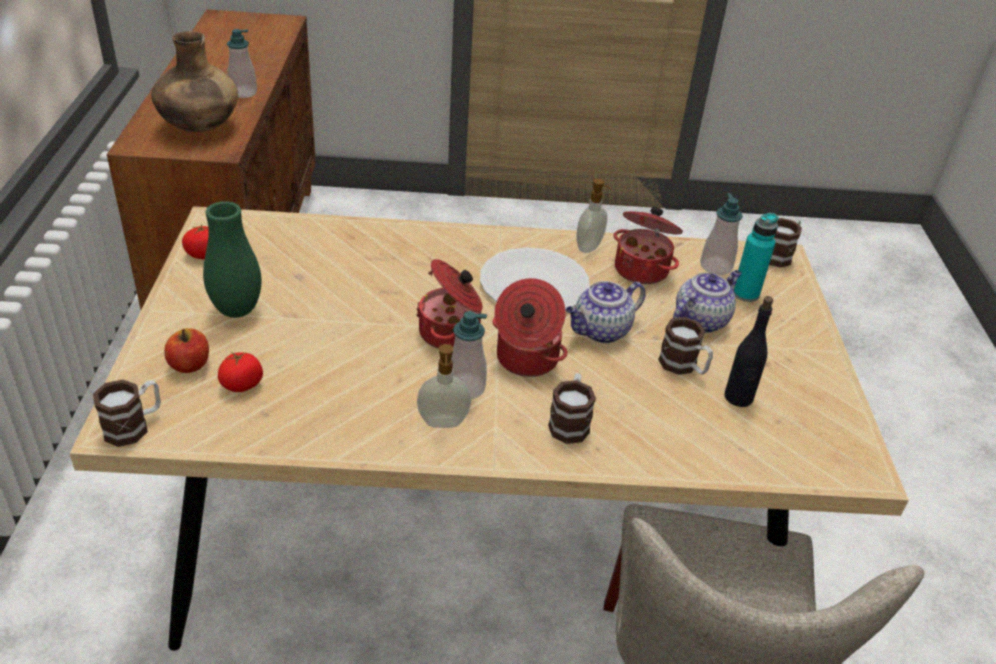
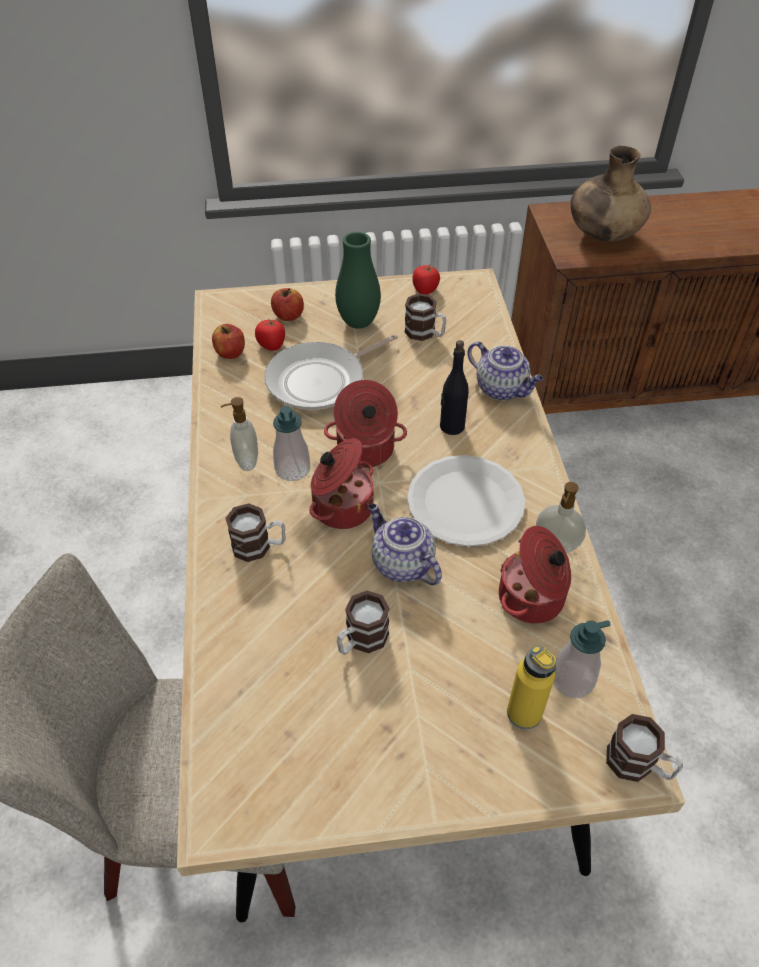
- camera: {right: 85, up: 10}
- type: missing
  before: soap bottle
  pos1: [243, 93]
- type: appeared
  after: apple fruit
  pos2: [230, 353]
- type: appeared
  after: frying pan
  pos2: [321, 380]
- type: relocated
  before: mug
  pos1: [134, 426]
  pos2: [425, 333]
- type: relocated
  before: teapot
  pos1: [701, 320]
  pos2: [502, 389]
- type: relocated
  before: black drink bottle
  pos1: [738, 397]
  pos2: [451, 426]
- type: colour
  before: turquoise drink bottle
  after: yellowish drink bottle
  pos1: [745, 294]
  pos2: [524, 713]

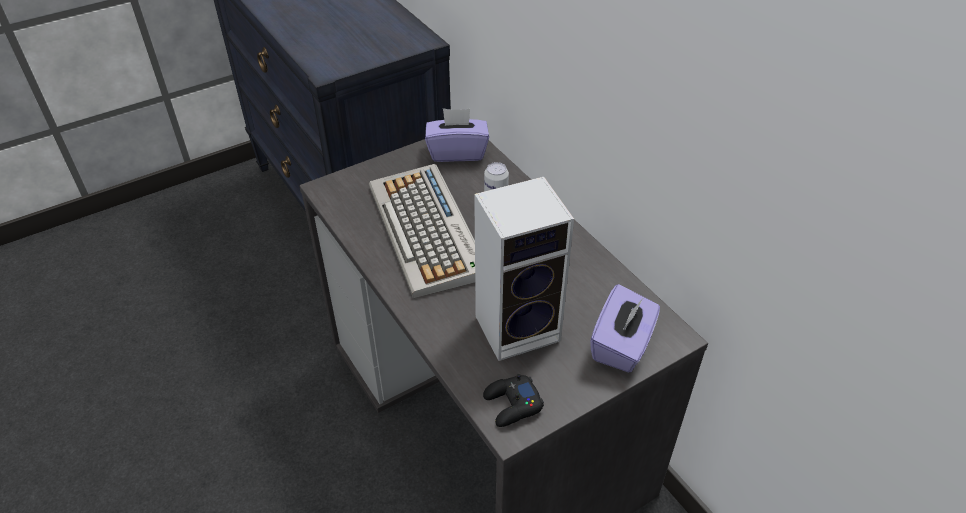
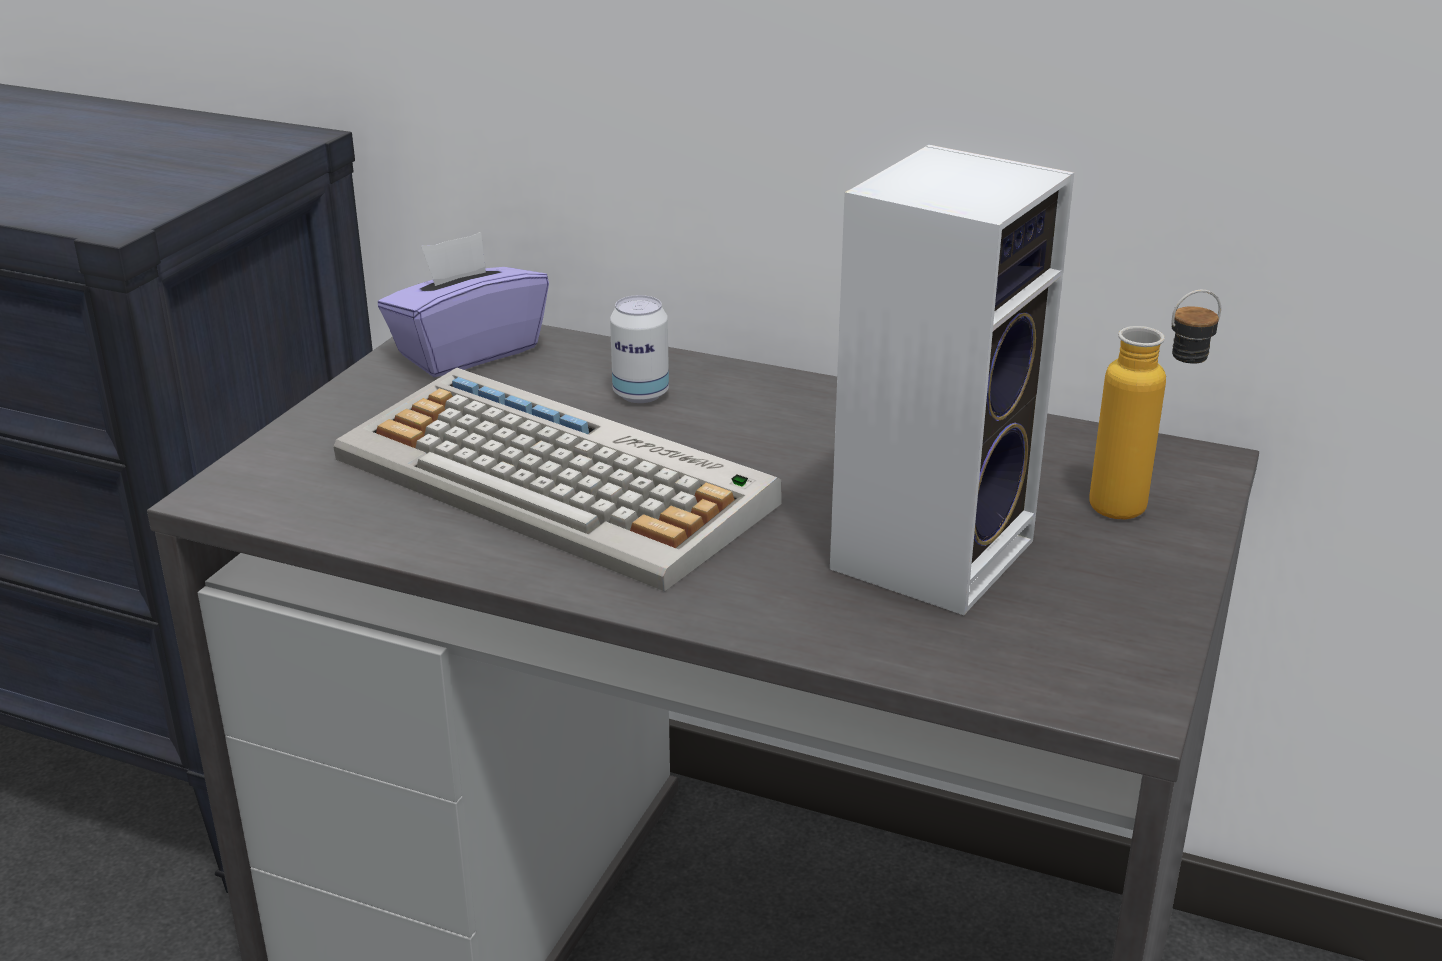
- camera: {right: -35, up: -15}
- type: missing
  before: black gamepad
  pos1: [512, 405]
- type: exchanged
  before: purple-coloured tissue holder
  after: drink bottle
  pos1: [622, 345]
  pos2: [1140, 505]

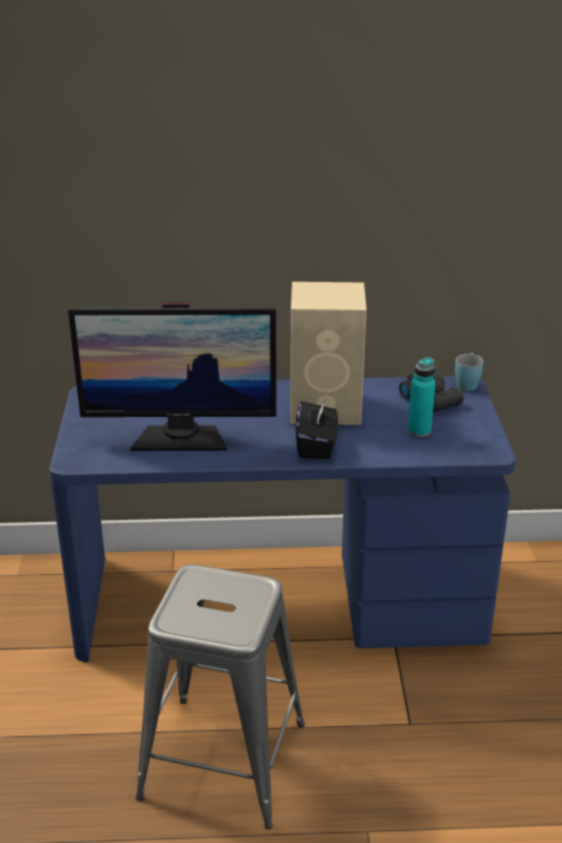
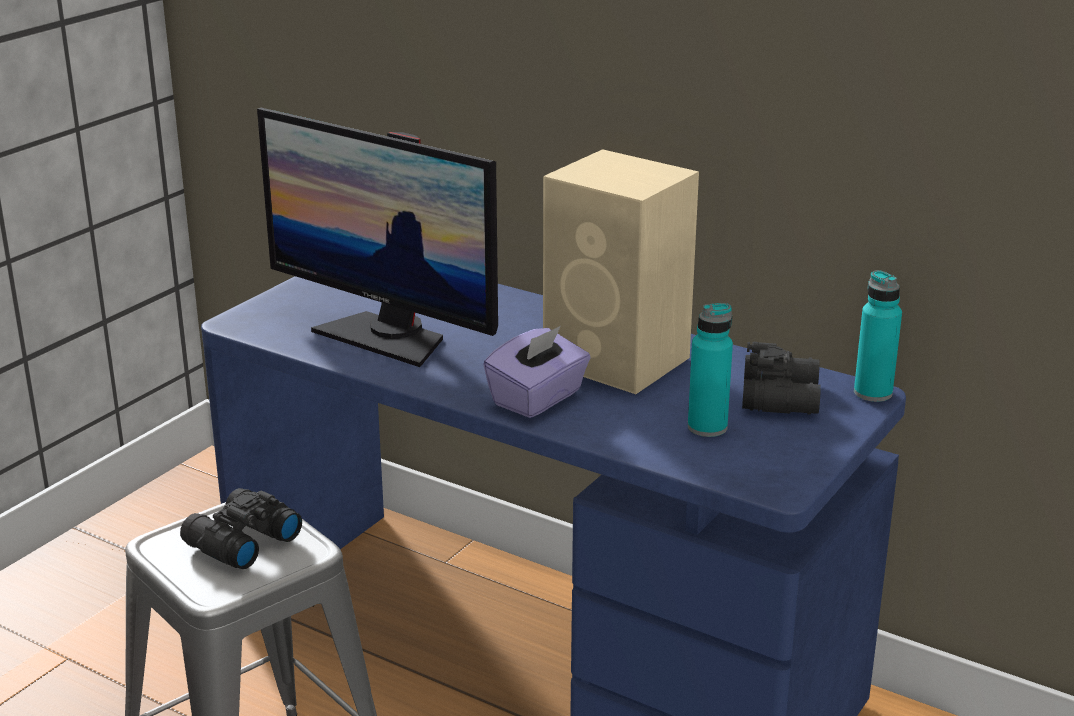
- camera: {right: 35, up: -5}
- type: appeared
  after: black binoculars
  pos2: [239, 542]
- type: exchanged
  before: blue mug
  after: turquoise drink bottle
  pos1: [467, 383]
  pos2: [873, 393]
- type: colour
  before: black tissue holder
  after: purple-coloured tissue holder
  pos1: [316, 446]
  pos2: [538, 398]

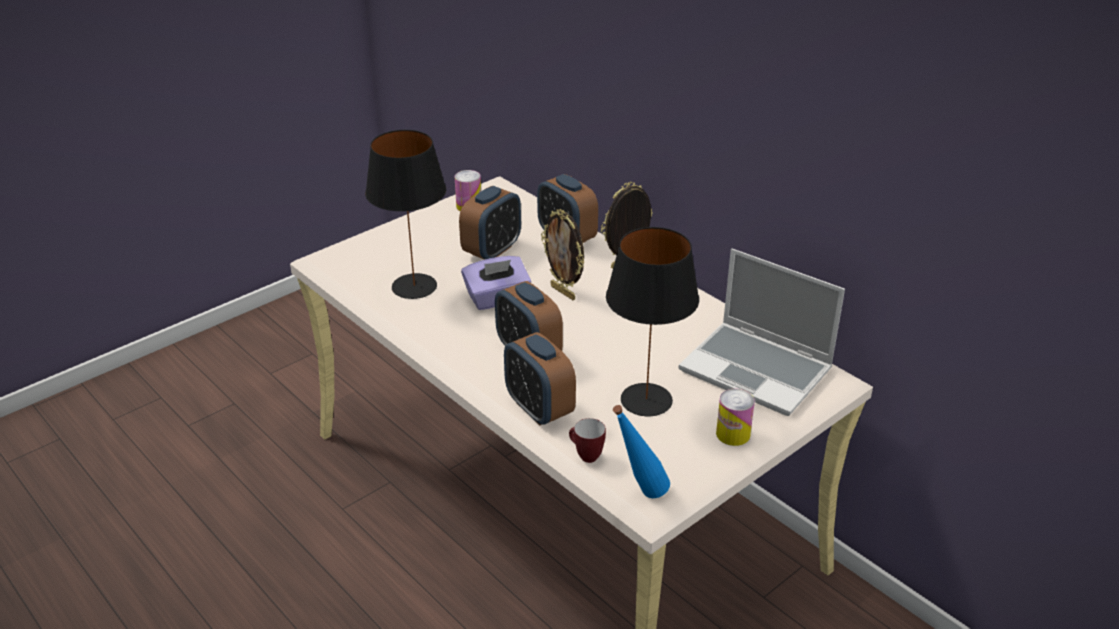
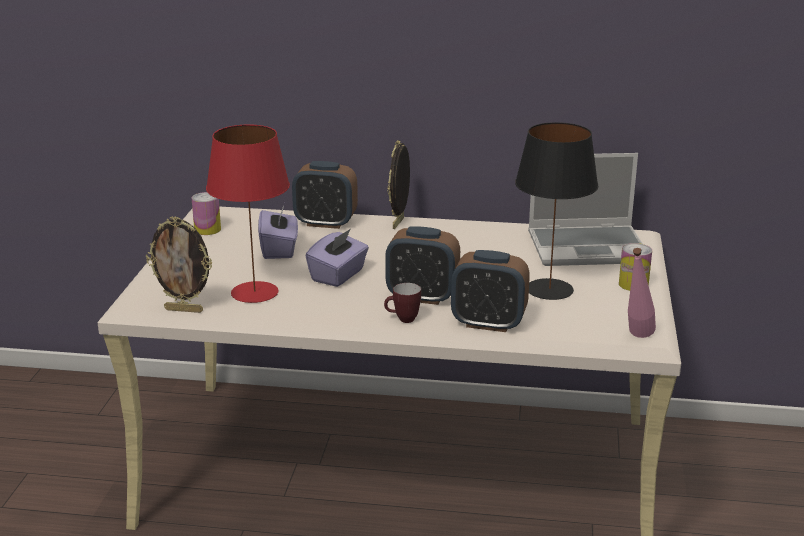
- camera: {right: -40, up: -10}
- type: relocated
  before: picture frame
  pos1: [564, 292]
  pos2: [184, 310]
- type: relocated
  before: mug
  pos1: [585, 456]
  pos2: [402, 320]
- type: exchanged
  before: alarm clock
  after: purple-coloured tissue holder
  pos1: [492, 250]
  pos2: [279, 249]
- type: colour
  before: black lamp for a table
  after: reddish lamp for a table
  pos1: [413, 287]
  pos2: [254, 293]
- type: colour
  before: blue drink bottle
  after: pink drink bottle
  pos1: [639, 494]
  pos2: [636, 338]

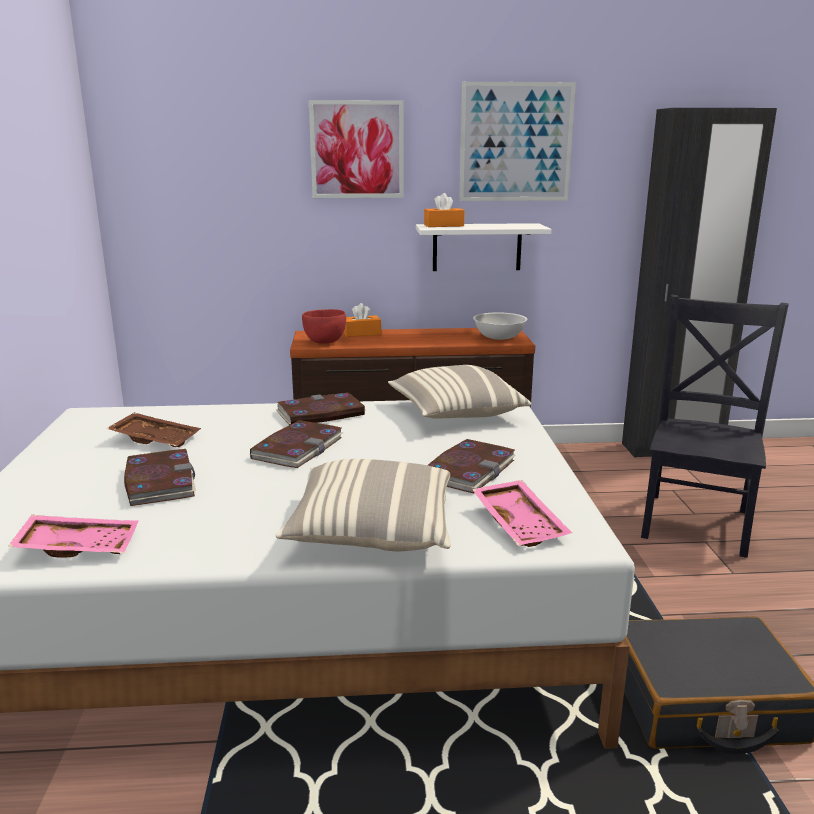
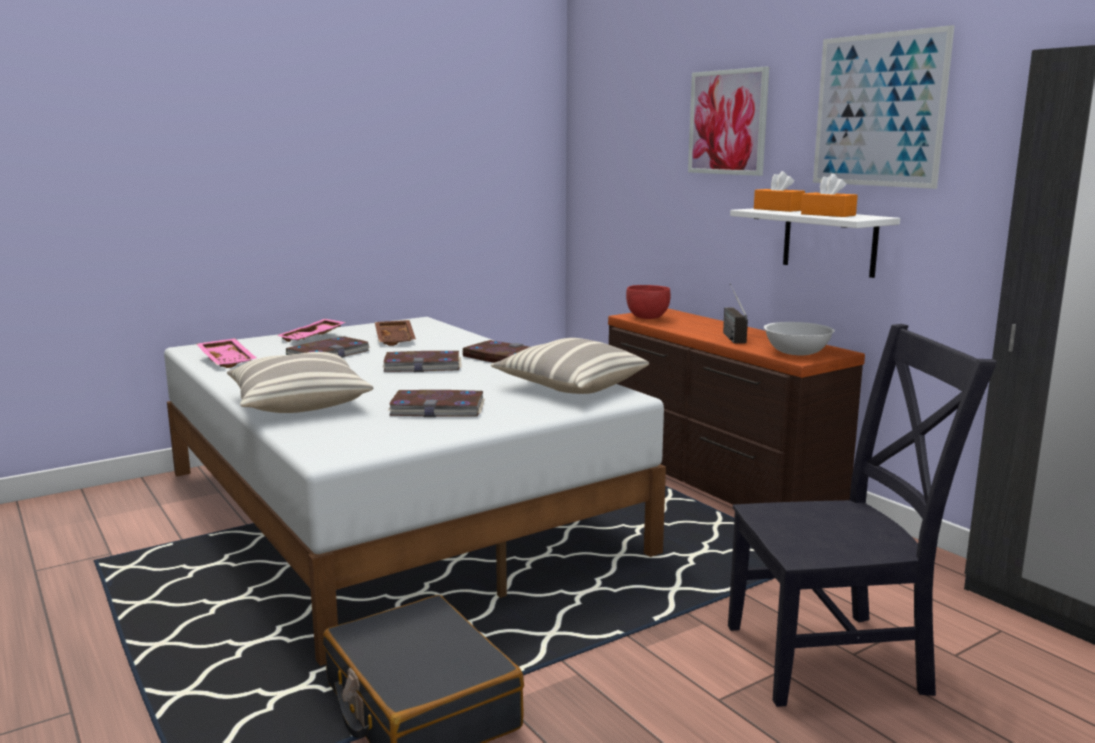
- camera: {right: 60, up: -5}
- type: appeared
  after: radio set
  pos2: [729, 334]
- type: relocated
  before: orangey tissue holder
  pos1: [362, 333]
  pos2: [828, 215]
- type: relocated
  before: pink carrying tray
  pos1: [521, 523]
  pos2: [313, 338]

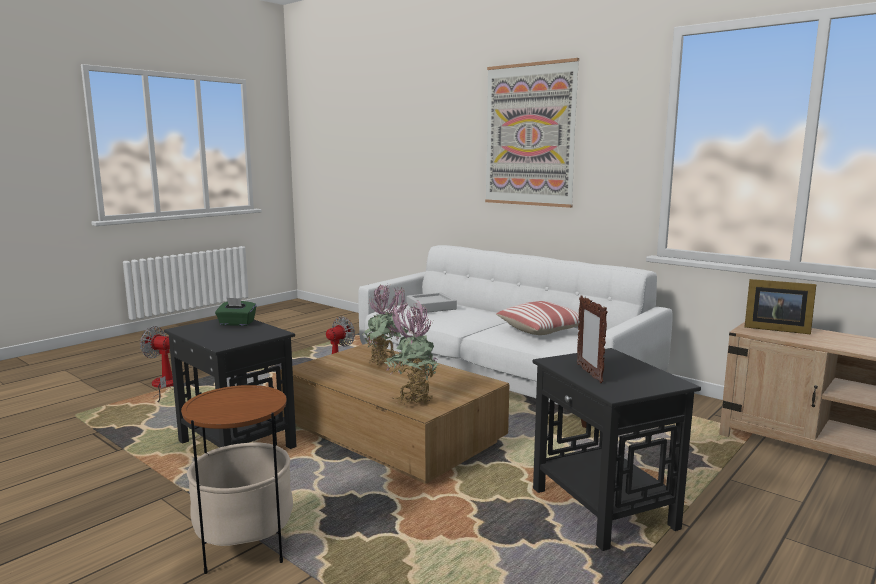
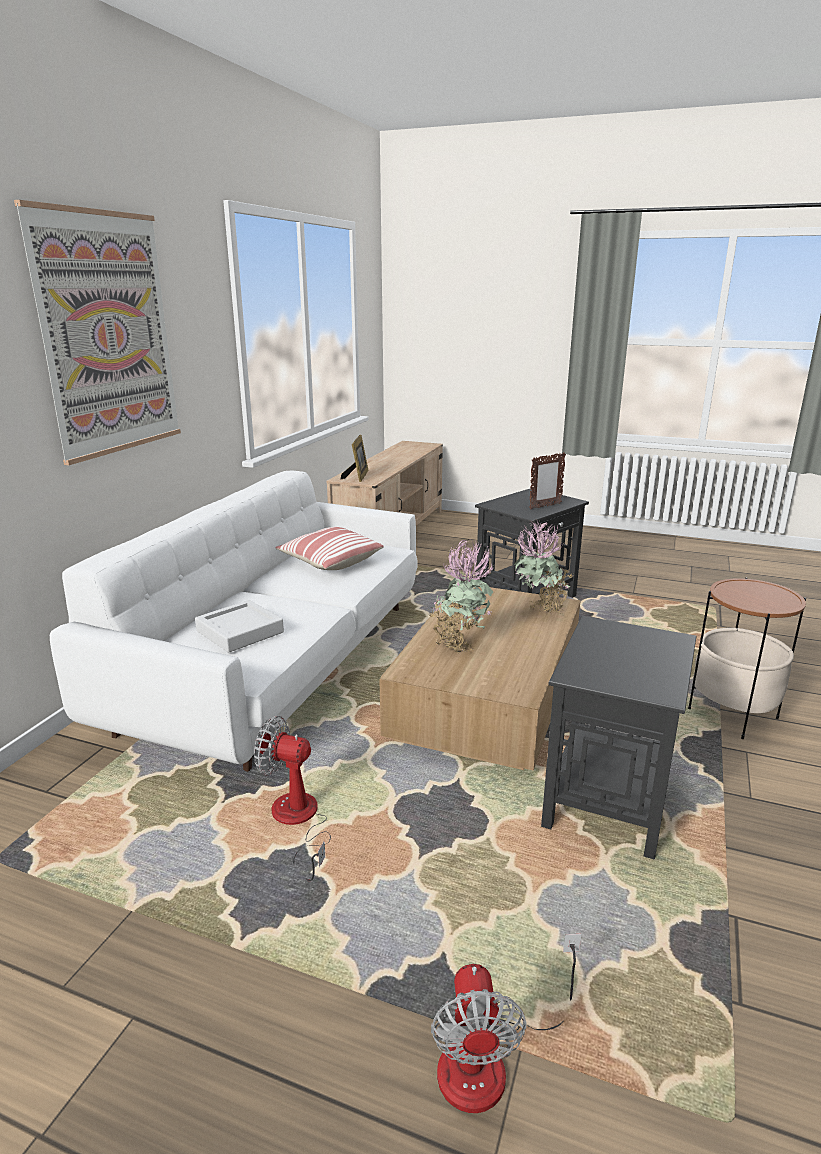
- camera: {right: -110, up: 10}
- type: missing
  before: greenish tissue holder
  pos1: [236, 323]

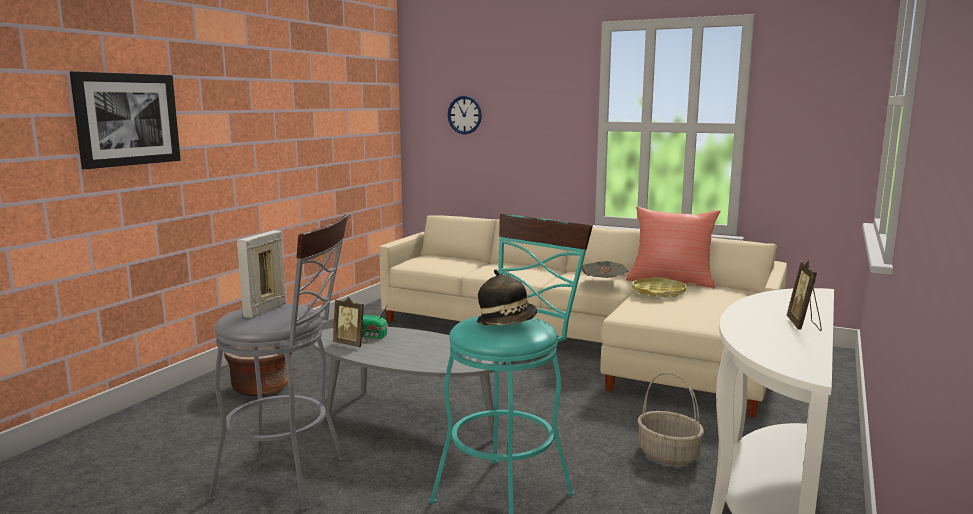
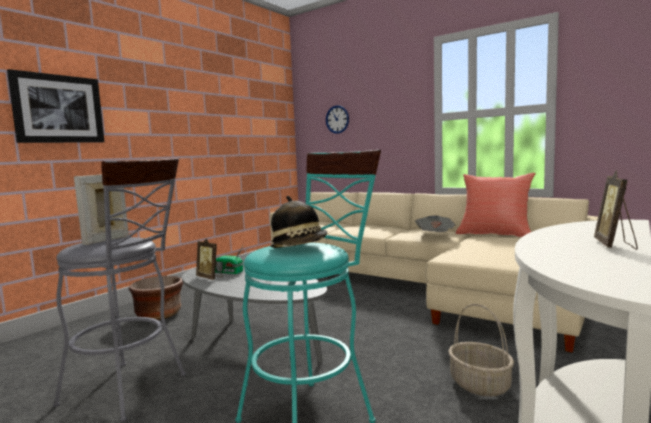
- camera: {right: 10, up: -5}
- type: missing
  before: yellowish carrying tray
  pos1: [658, 292]

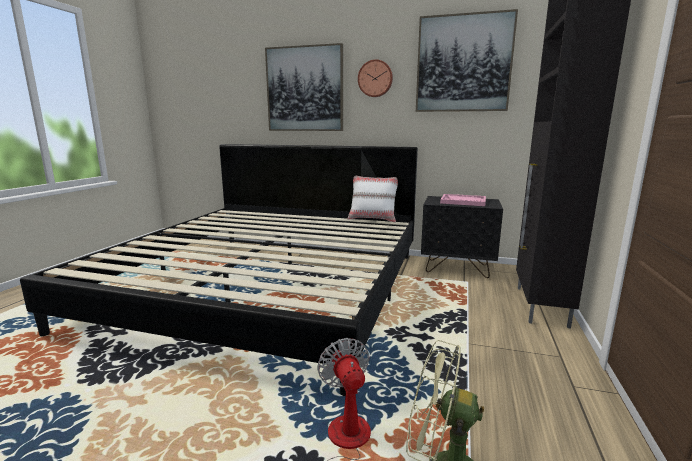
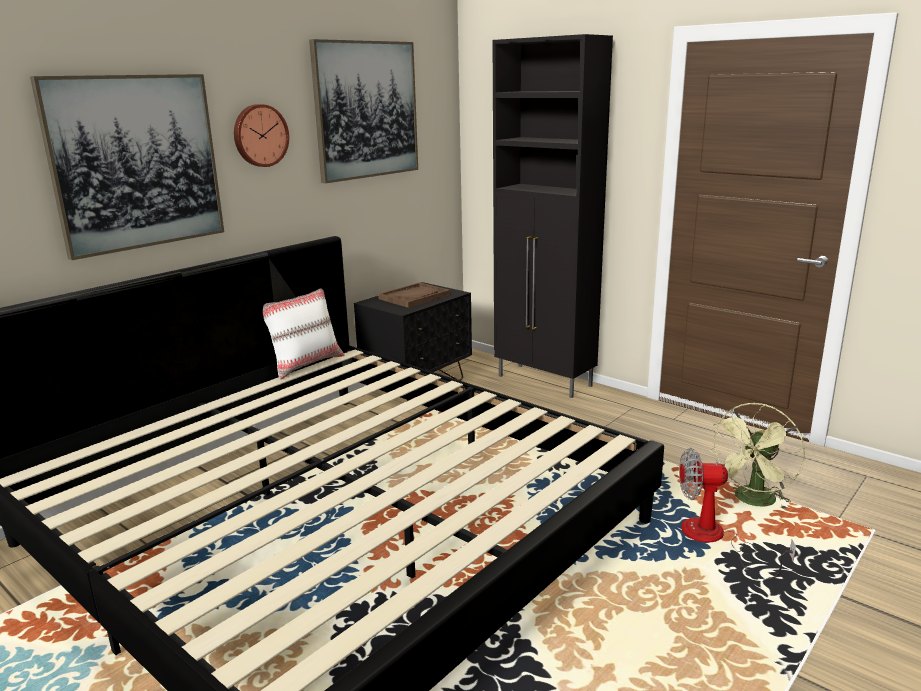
- camera: {right: -65, up: 5}
- type: colour
  before: pink carrying tray
  after: brownish carrying tray
  pos1: [463, 201]
  pos2: [414, 297]

